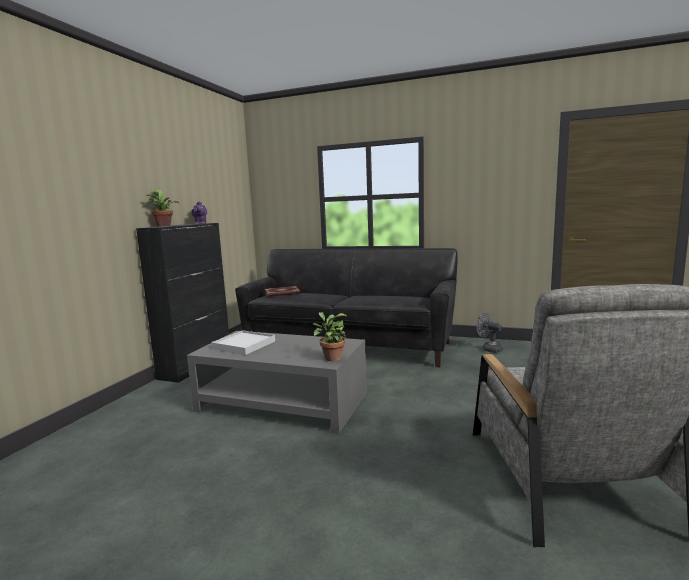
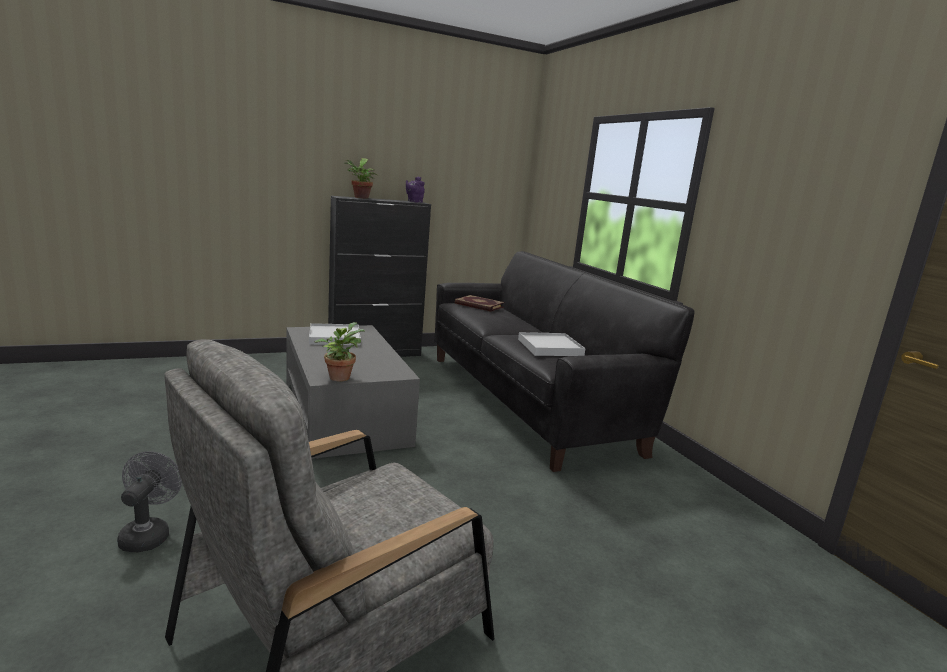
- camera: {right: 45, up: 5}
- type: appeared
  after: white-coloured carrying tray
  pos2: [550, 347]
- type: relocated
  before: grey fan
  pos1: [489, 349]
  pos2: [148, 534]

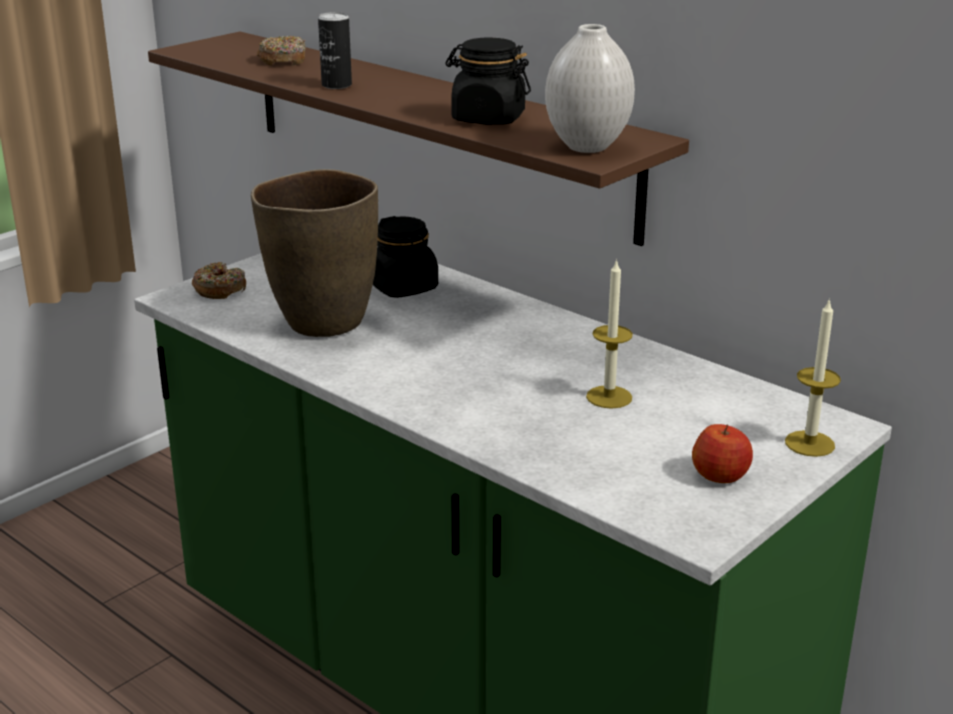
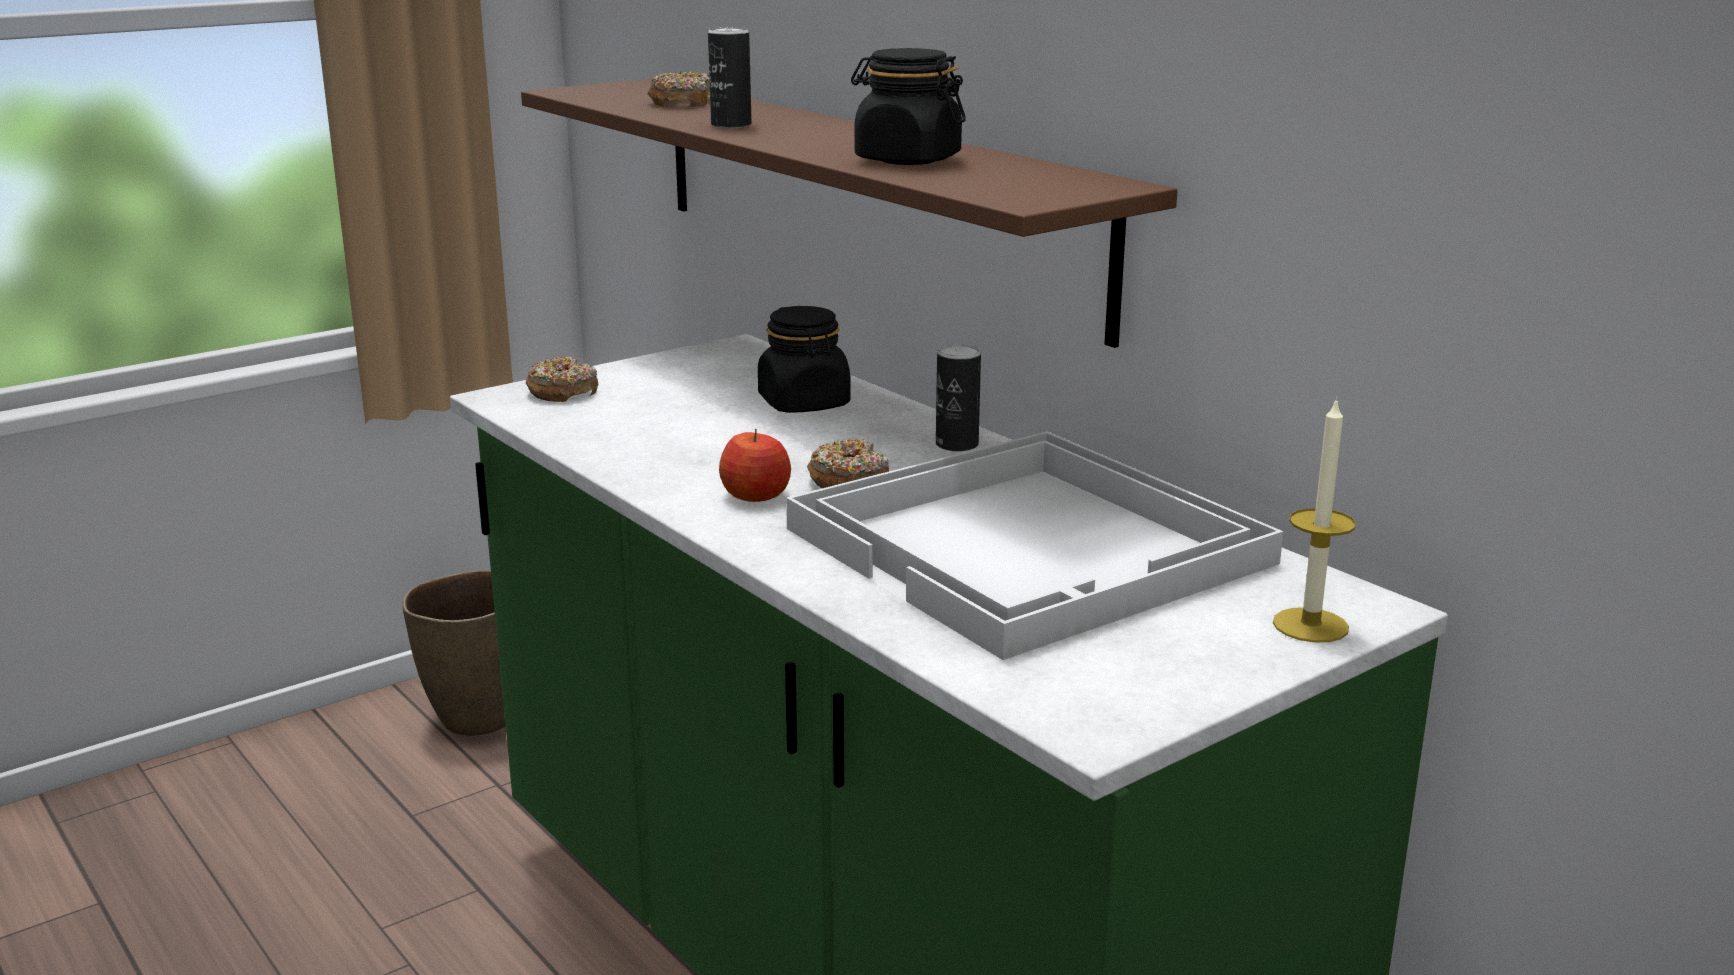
- camera: {right: 10, up: -5}
- type: missing
  before: white-coloured decorative vase
  pos1: [588, 147]
- type: appeared
  after: ring doughnut
  pos2: [848, 480]
- type: appeared
  after: can
  pos2: [957, 444]
- type: relocated
  before: brownish decorative vase
  pos1: [322, 322]
  pos2: [477, 719]
- type: relocated
  before: apple fruit
  pos1: [721, 475]
  pos2: [756, 496]
- type: exchanged
  before: candle
  after: white-coloured carrying tray
  pos1: [609, 397]
  pos2: [1032, 546]

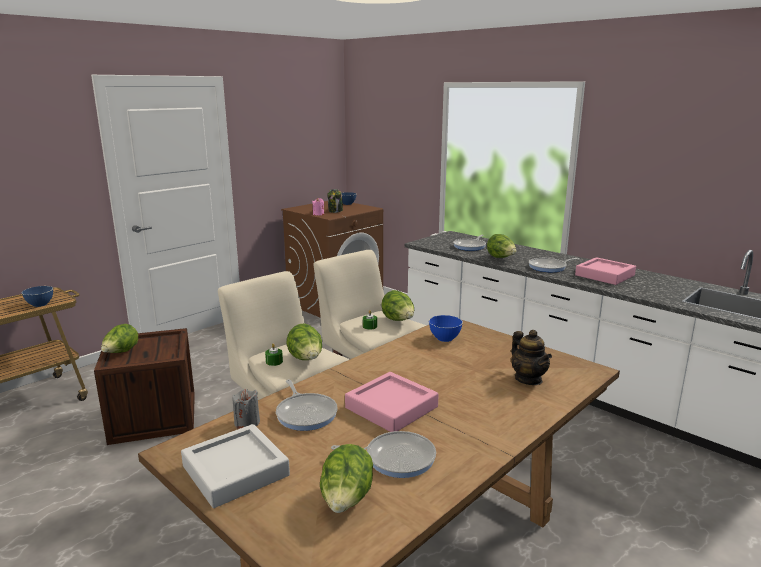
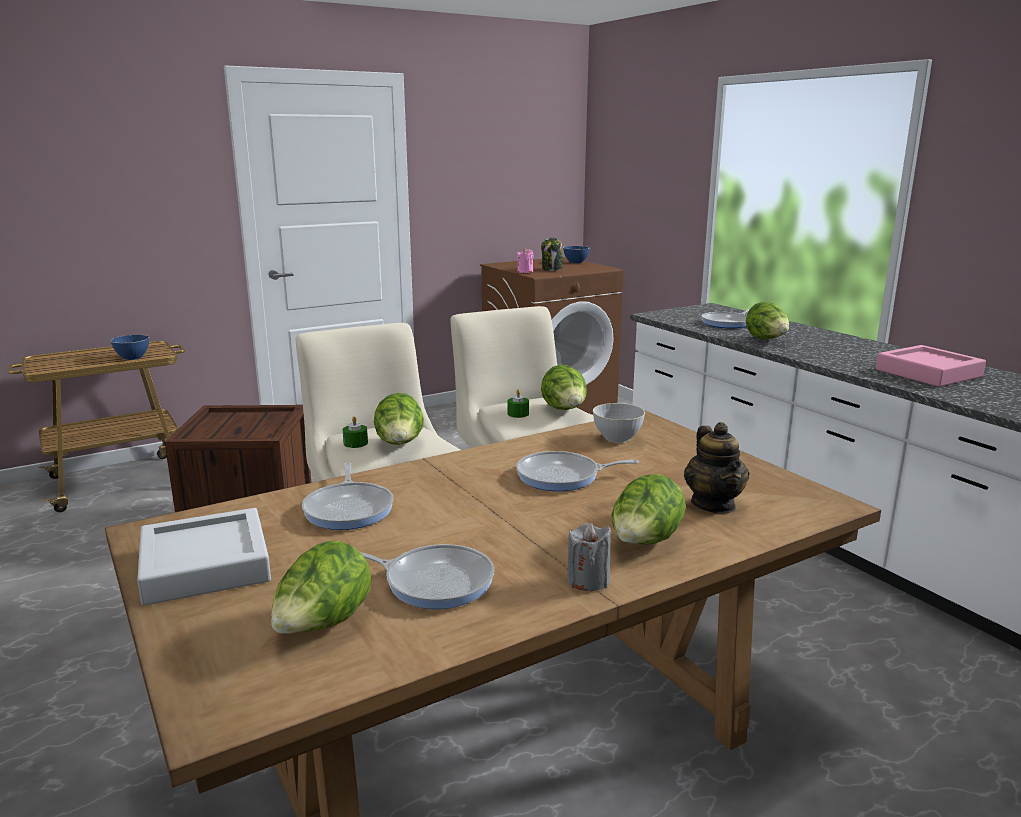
- camera: {right: 15, up: 0}
- type: missing
  before: pink carrying tray
  pos1: [391, 407]
- type: relocated
  before: lettuce
  pos1: [121, 353]
  pos2: [644, 543]
- type: relocated
  before: grey candle
  pos1: [247, 422]
  pos2: [588, 580]
- type: relocated
  before: frying pan
  pos1: [549, 267]
  pos2: [562, 477]
- type: colour
  before: blue deep dish
  after: grey deep dish
  pos1: [445, 338]
  pos2: [617, 438]

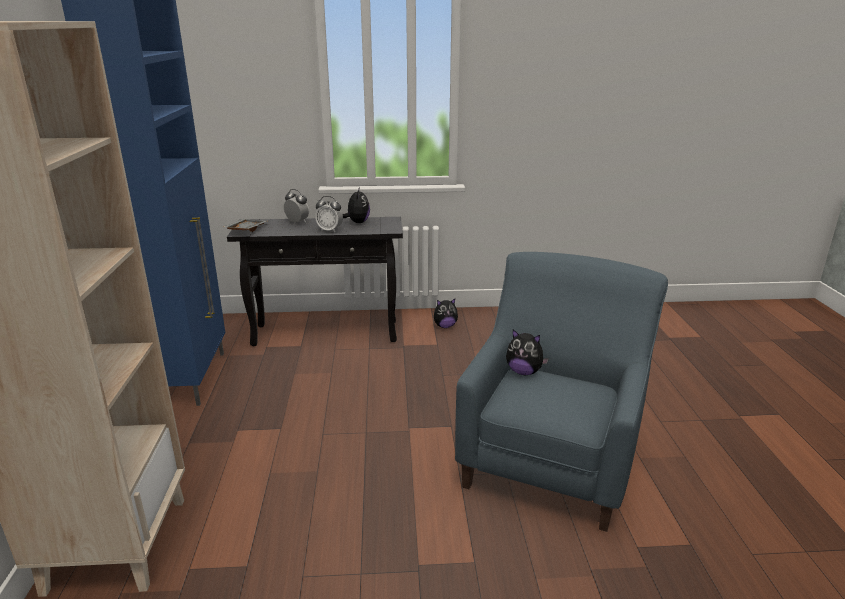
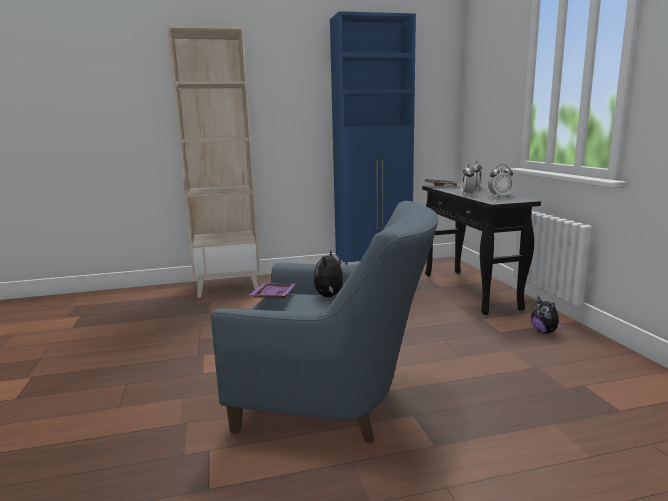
- camera: {right: 80, up: -10}
- type: appeared
  after: purple-coloured carrying tray
  pos2: [272, 297]
- type: exchanged
  before: plush toy
  after: alarm clock
  pos1: [357, 222]
  pos2: [499, 196]

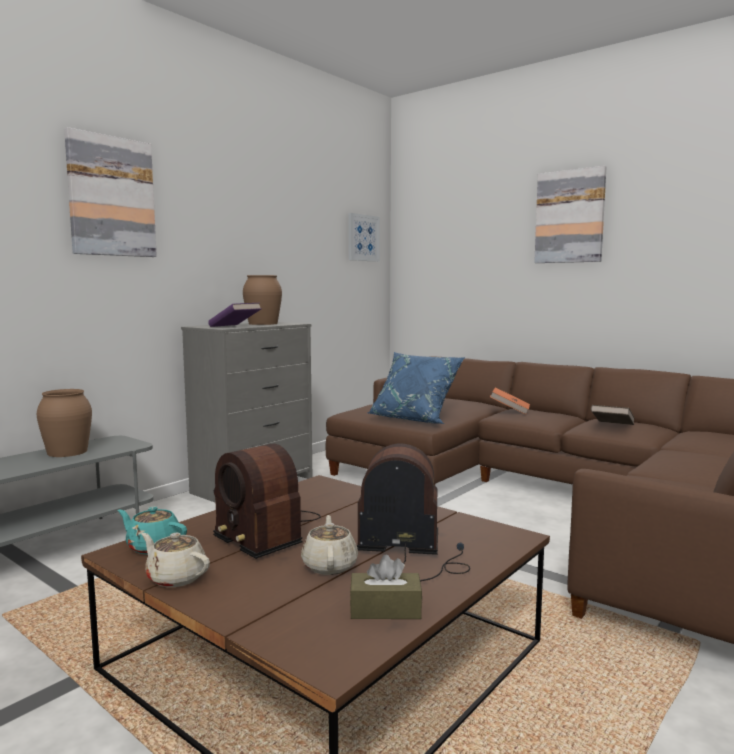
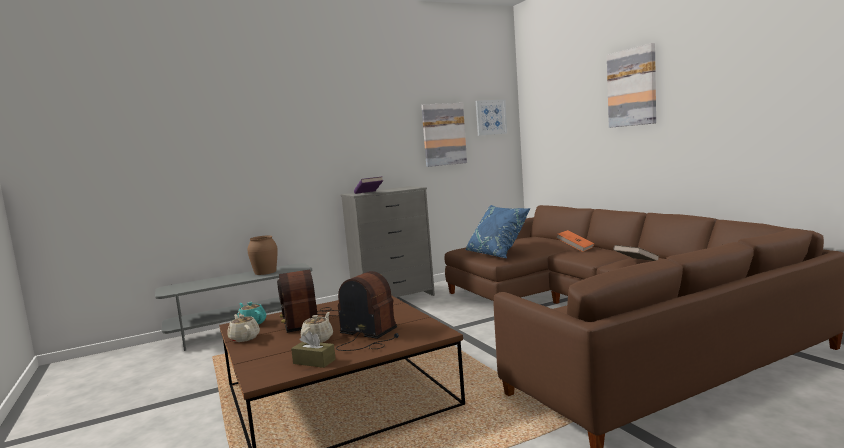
- camera: {right: 25, up: 0}
- type: missing
  before: brownish decorative vase
  pos1: [263, 323]
- type: relocated
  before: picture
  pos1: [111, 197]
  pos2: [443, 134]

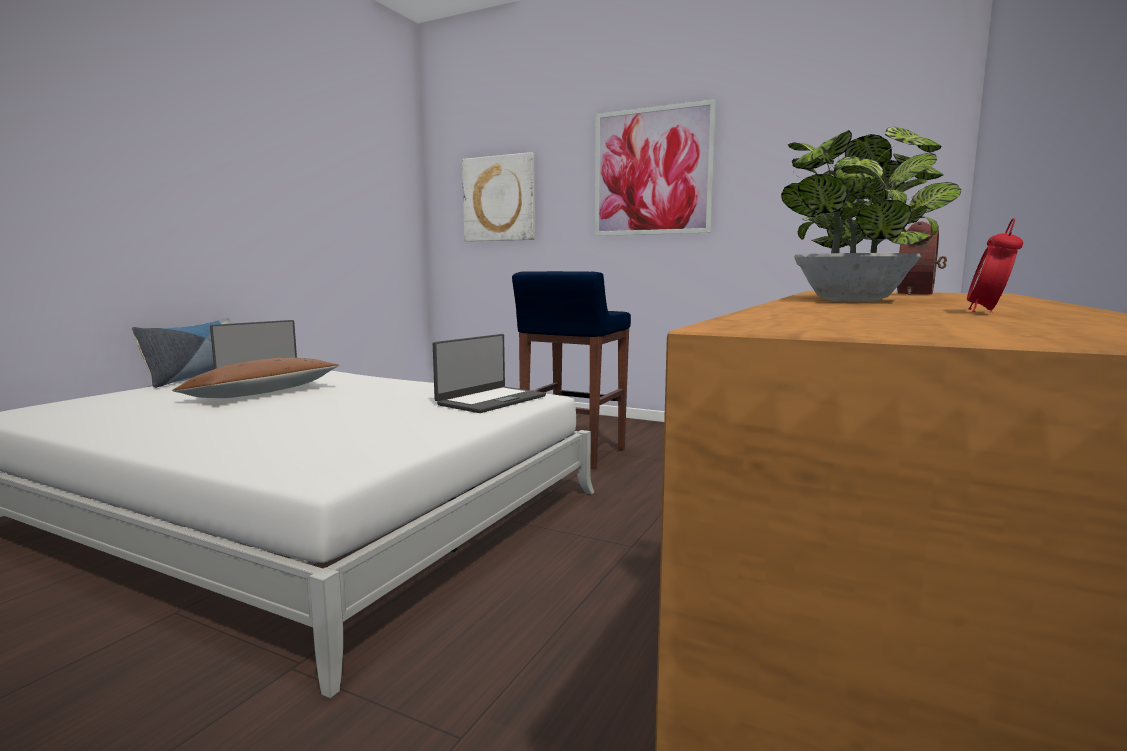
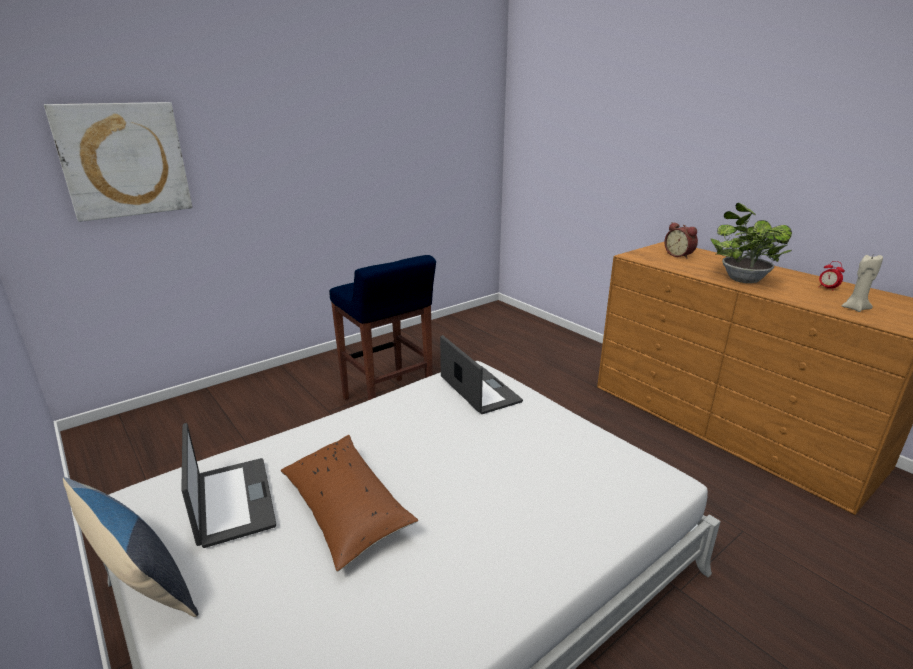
- camera: {right: -65, up: 15}
- type: missing
  before: picture
  pos1: [652, 172]
- type: appeared
  after: beige candle
  pos2: [854, 308]

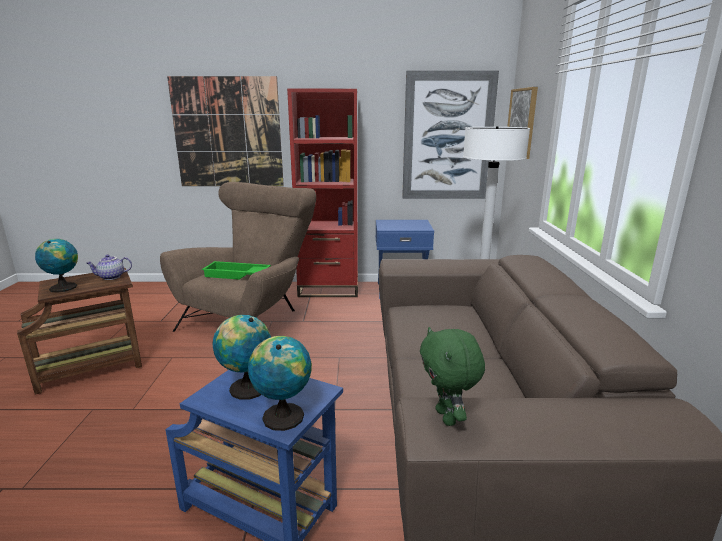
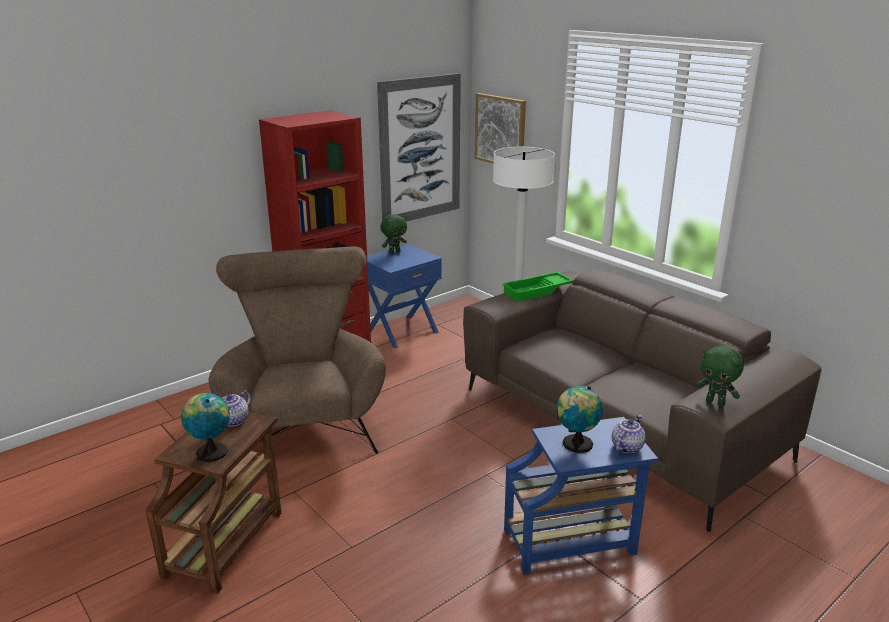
- camera: {right: -40, up: 5}
- type: missing
  before: picture
  pos1: [227, 133]
- type: appeared
  after: greenish plush toy
  pos2: [394, 252]
- type: relocated
  before: greenish carrying tray
  pos1: [236, 275]
  pos2: [537, 291]
- type: exchanged
  before: desk globe
  after: teapot
  pos1: [282, 415]
  pos2: [626, 446]

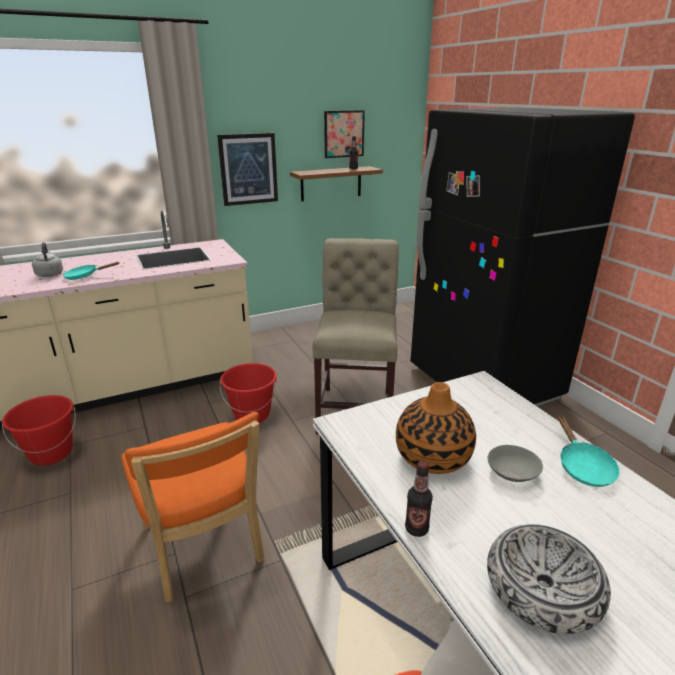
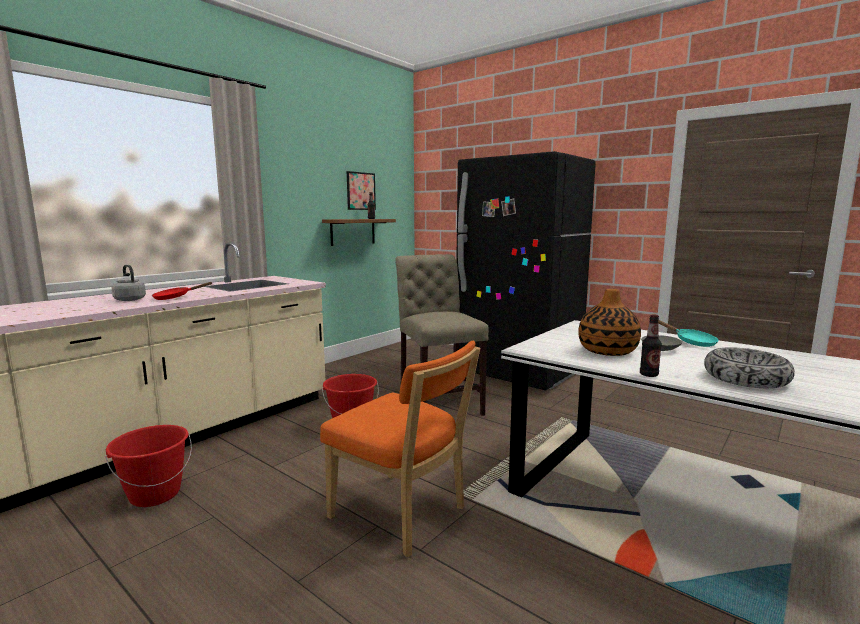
- camera: {right: -25, up: -15}
- type: missing
  before: picture
  pos1: [248, 169]
- type: colour
  before: turquoise frying pan
  after: reddish frying pan
  pos1: [85, 276]
  pos2: [175, 297]

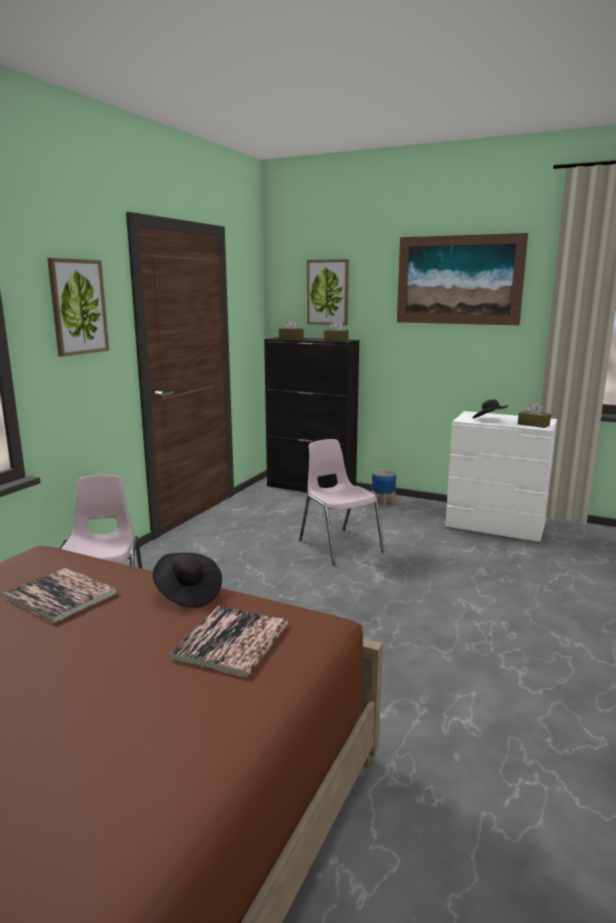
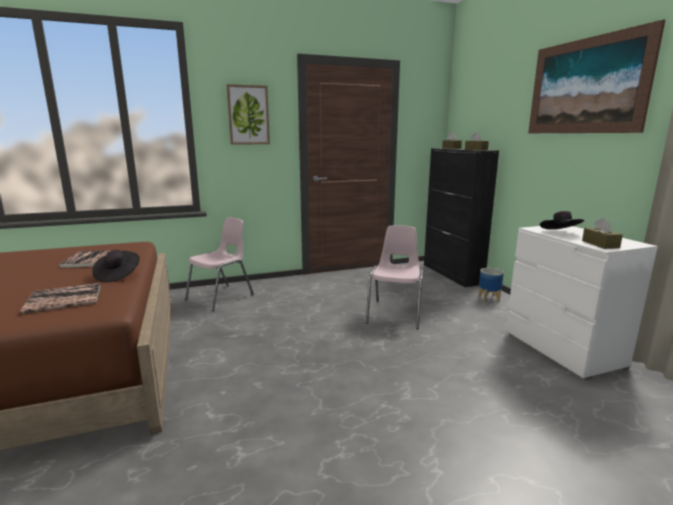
- camera: {right: 45, up: 0}
- type: missing
  before: picture
  pos1: [328, 292]

